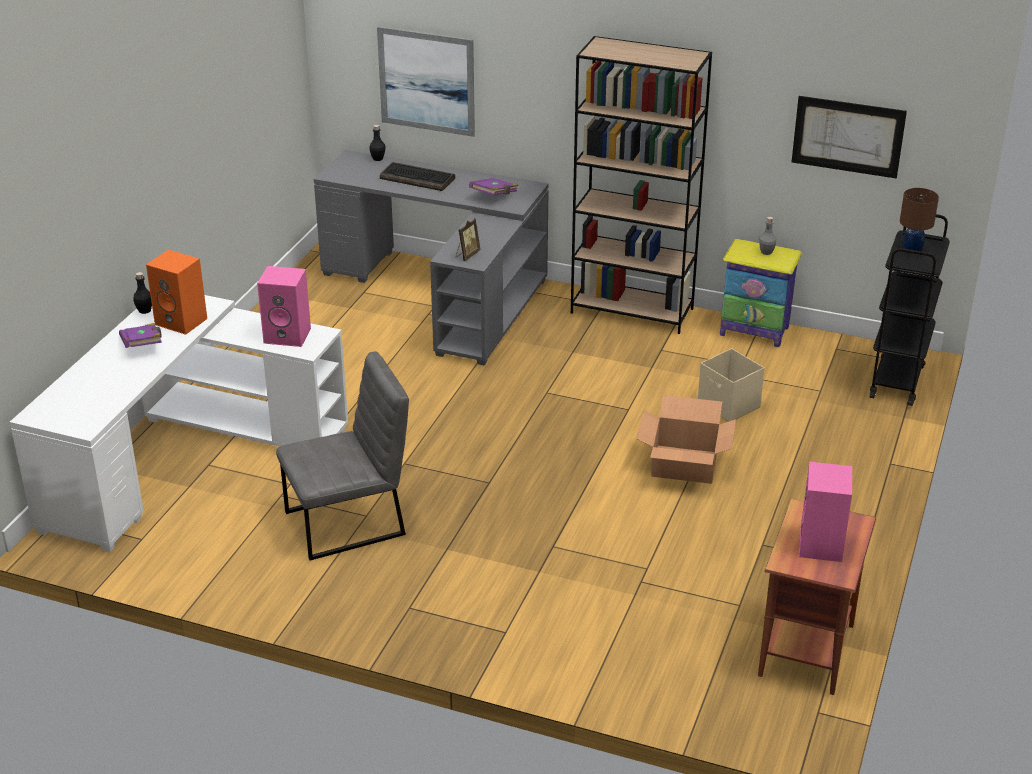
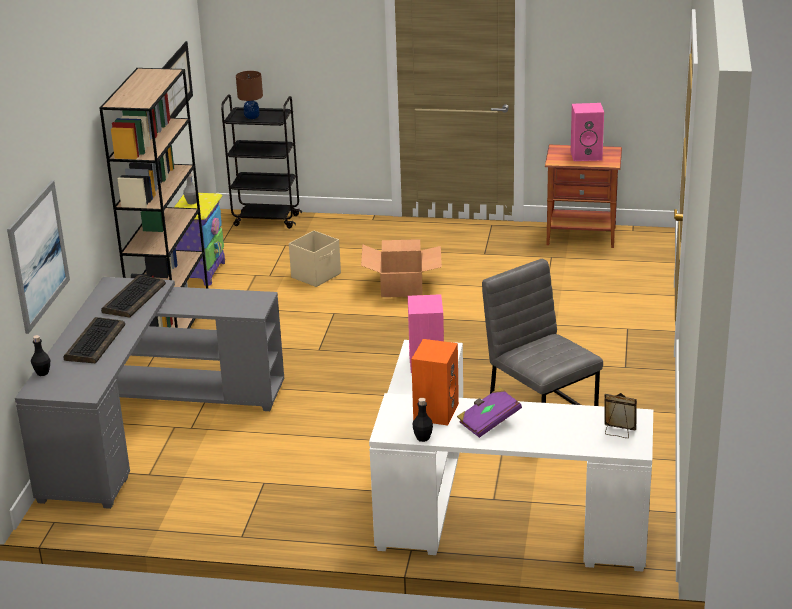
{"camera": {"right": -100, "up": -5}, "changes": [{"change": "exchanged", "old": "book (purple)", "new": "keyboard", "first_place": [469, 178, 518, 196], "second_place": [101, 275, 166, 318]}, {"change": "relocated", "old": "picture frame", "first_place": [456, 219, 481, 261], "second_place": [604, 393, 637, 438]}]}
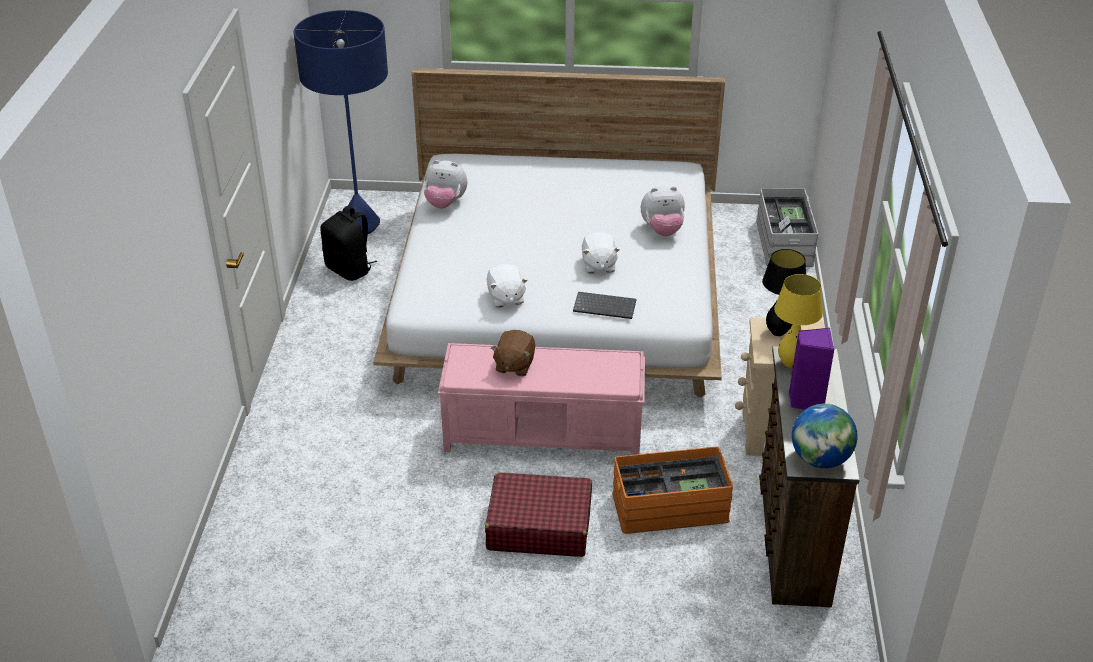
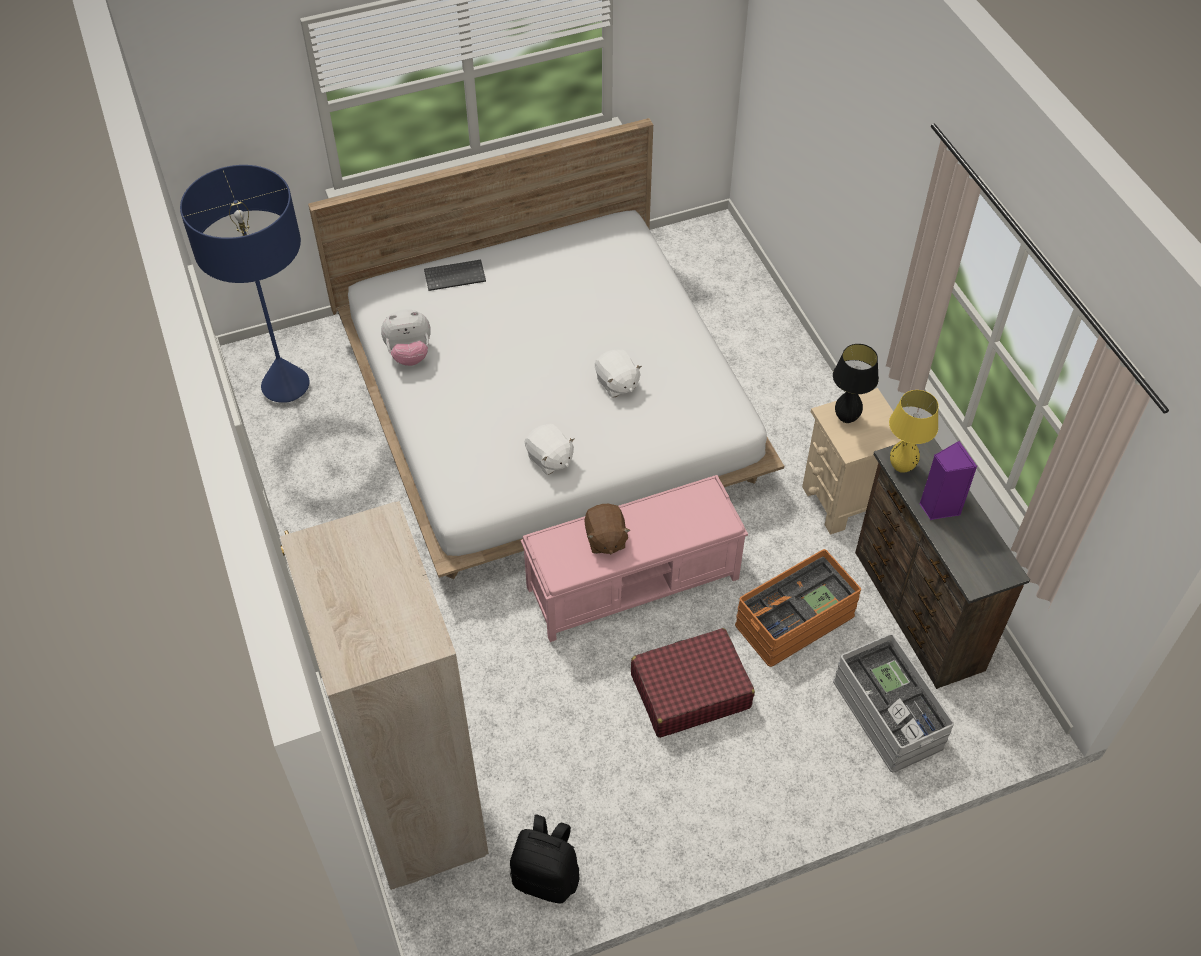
{"camera": {"right": -25, "up": 15}, "changes": [{"change": "missing", "old": "plush toy", "first_place": [641, 187, 685, 236]}, {"change": "relocated", "old": "storage box (grey)", "first_place": [756, 188, 818, 267], "second_place": [833, 634, 954, 773]}, {"change": "relocated", "old": "backpack (black)", "first_place": [320, 206, 377, 281], "second_place": [510, 815, 579, 904]}, {"change": "relocated", "old": "keyboard", "first_place": [573, 292, 636, 319], "second_place": [424, 260, 486, 291]}, {"change": "missing", "old": "globe", "first_place": [792, 404, 858, 468]}, {"change": "appeared", "new": "wardrobe (beige)", "second_place": [280, 501, 489, 890]}]}
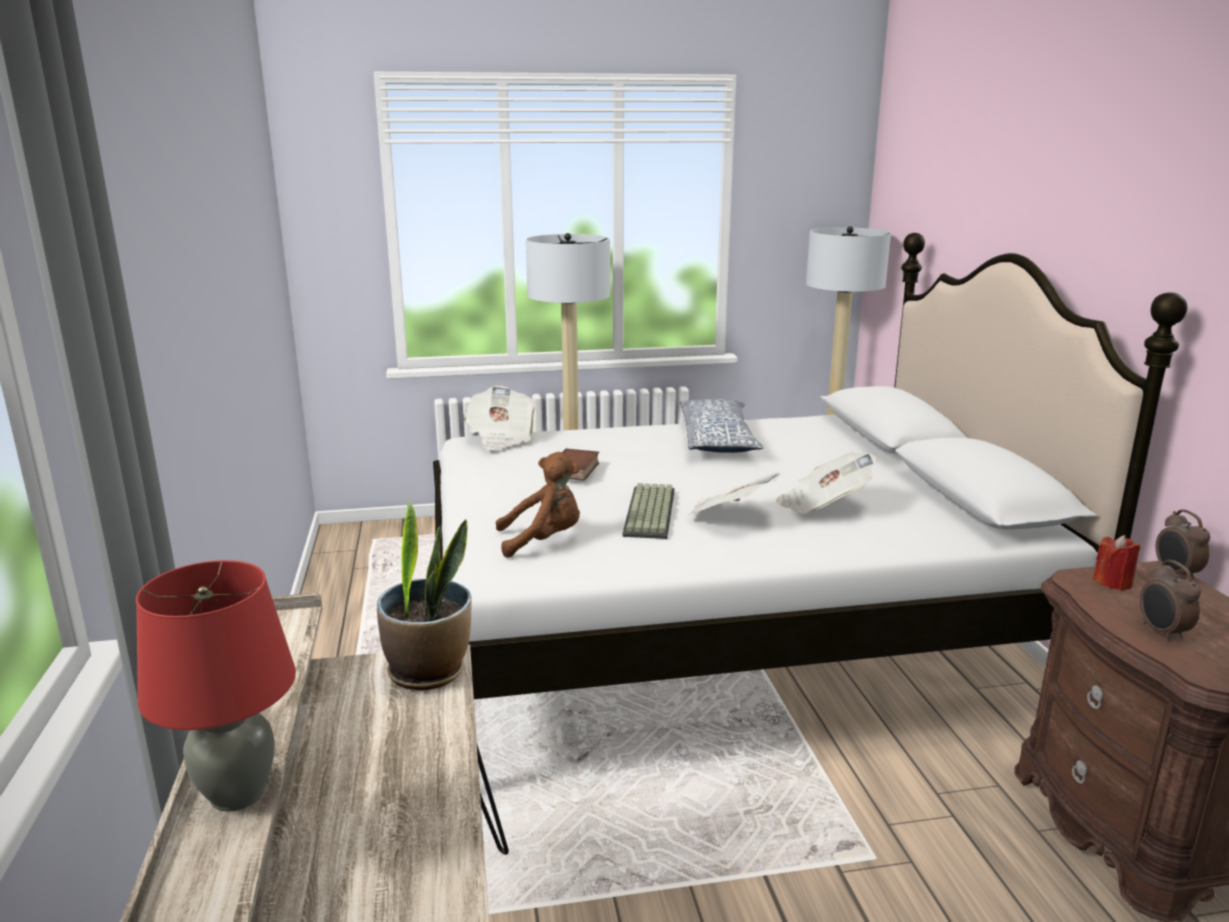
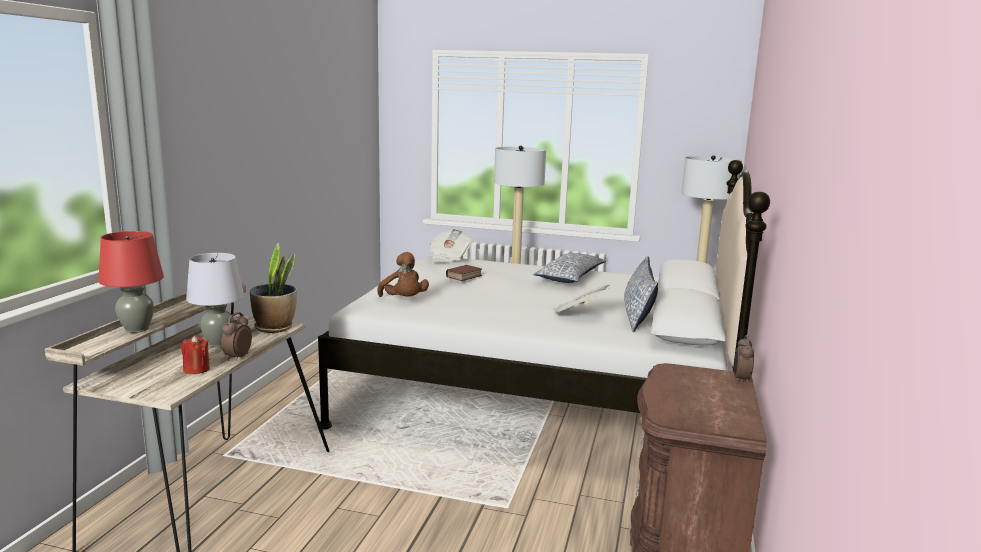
{"camera": {"right": 25, "up": -5}, "changes": [{"change": "spun", "old": "plush toy (brown)", "first_place": [496, 452, 580, 558], "second_place": [378, 252, 429, 297], "degrees": 45}, {"change": "missing", "old": "newspaper", "first_place": [688, 471, 781, 515]}, {"change": "missing", "old": "keyboard", "first_place": [622, 483, 674, 539]}, {"change": "relocated", "old": "candle (red)", "first_place": [1092, 535, 1140, 590], "second_place": [181, 336, 210, 374]}, {"change": "relocated", "old": "alarm clock", "first_place": [1140, 560, 1201, 642], "second_place": [221, 312, 252, 361]}, {"change": "appeared", "new": "table lamp (grey)", "second_place": [186, 253, 244, 347]}, {"change": "appeared", "new": "pillow", "second_place": [624, 256, 658, 332]}]}
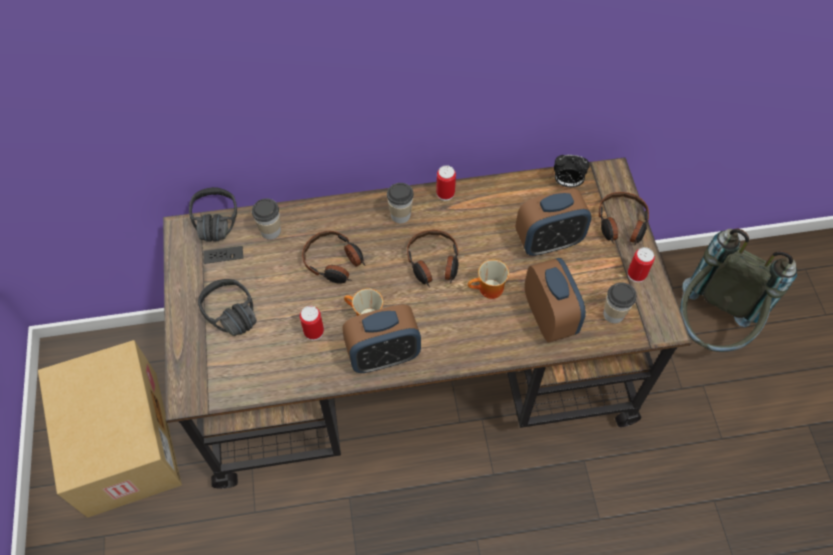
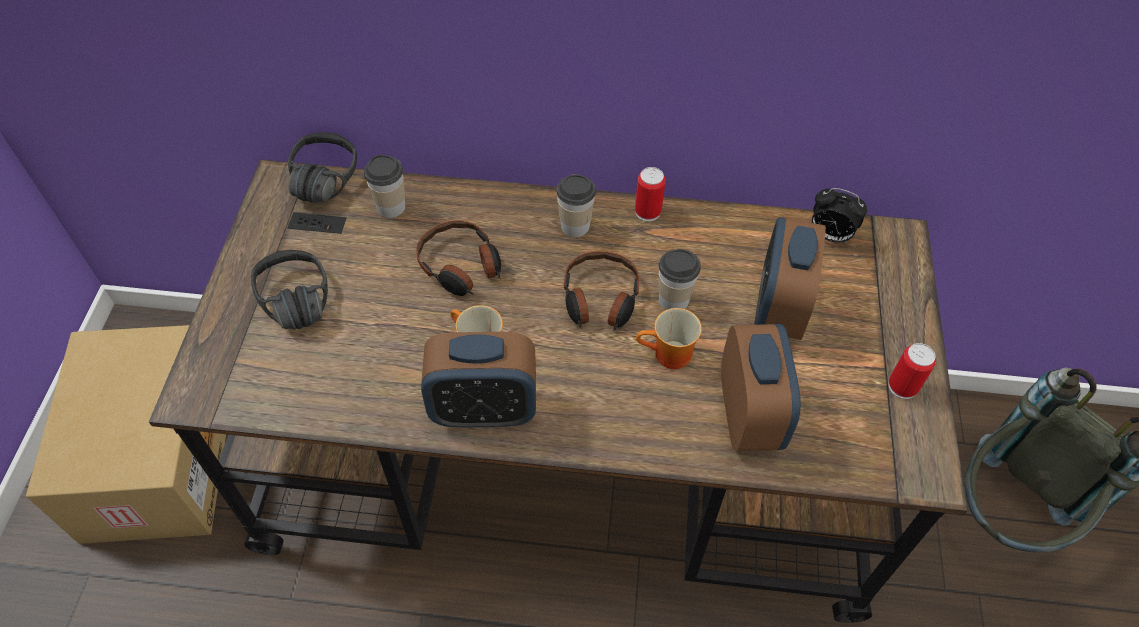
{"camera": {"right": 15, "up": -5}, "changes": [{"change": "spun", "old": "alarm clock", "first_place": [515, 189, 592, 256], "second_place": [754, 217, 826, 340], "degrees": 105}, {"change": "missing", "old": "headphones", "first_place": [599, 192, 649, 246]}, {"change": "relocated", "old": "cup", "first_place": [603, 283, 636, 323], "second_place": [658, 249, 700, 310]}, {"change": "missing", "old": "can", "first_place": [300, 306, 324, 340]}]}
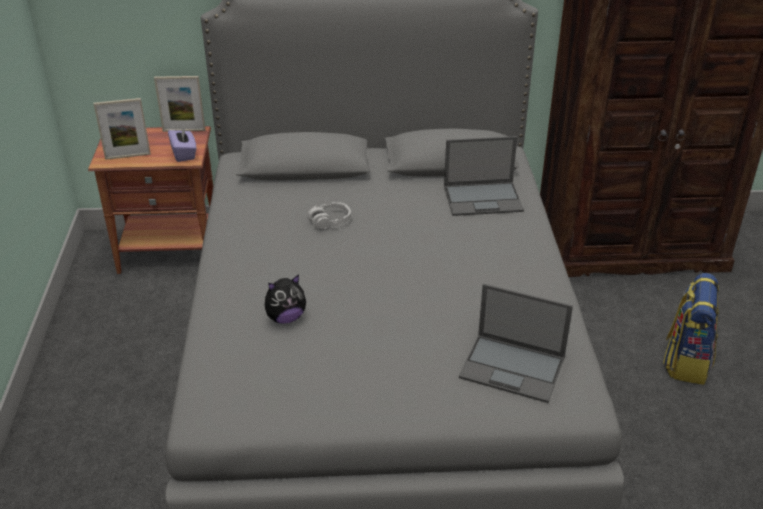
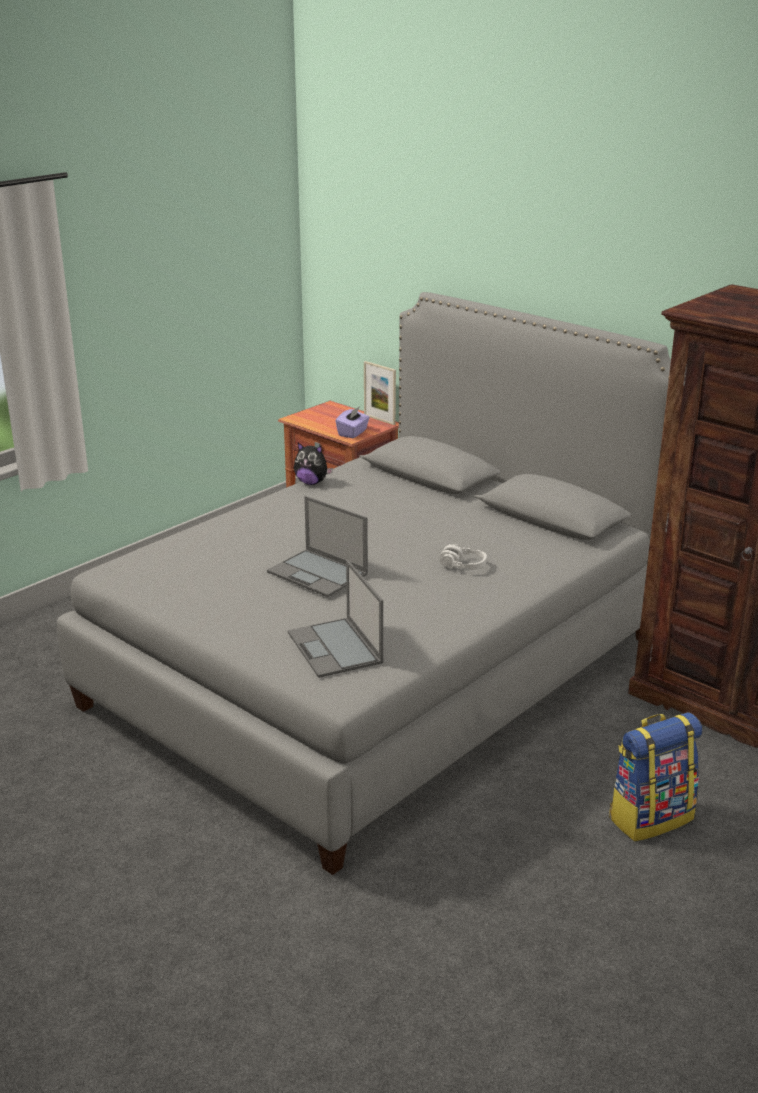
{"camera": {"right": 45, "up": -10}, "changes": [{"change": "missing", "old": "picture frame", "first_place": [94, 98, 151, 160]}, {"change": "relocated", "old": "laptop", "first_place": [444, 136, 524, 216], "second_place": [267, 496, 368, 597]}, {"change": "relocated", "old": "headphones (grey)", "first_place": [307, 202, 351, 229], "second_place": [439, 544, 487, 570]}, {"change": "relocated", "old": "plush toy", "first_place": [265, 275, 306, 324], "second_place": [294, 443, 333, 485]}]}
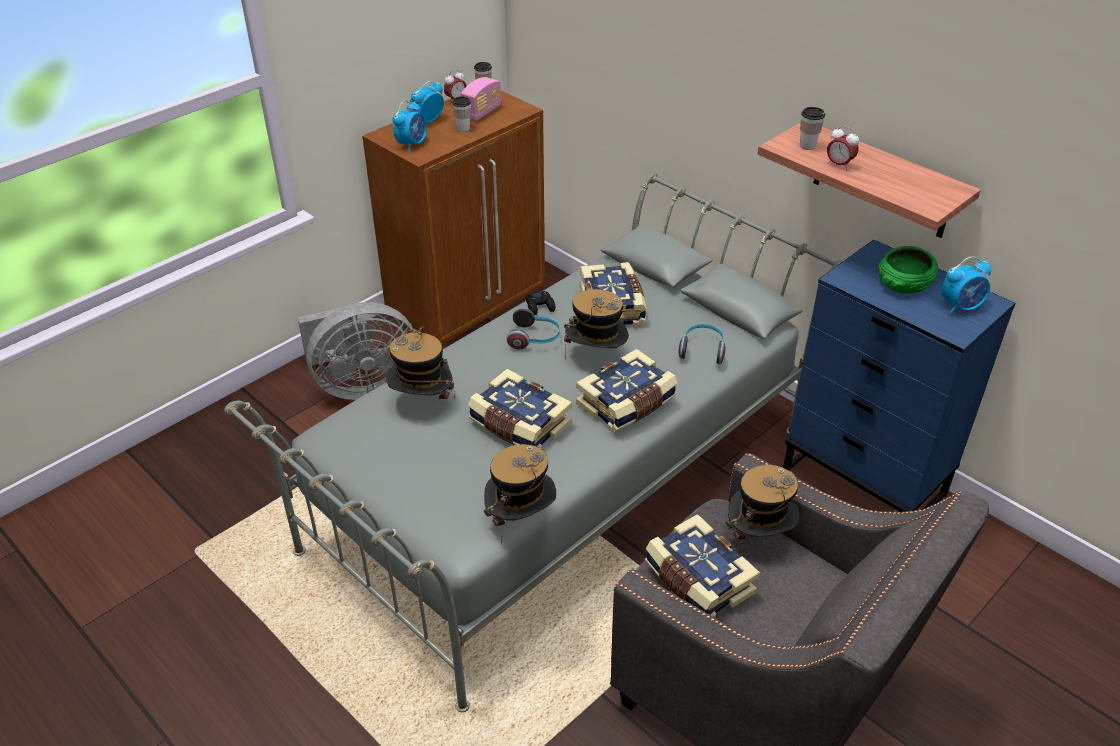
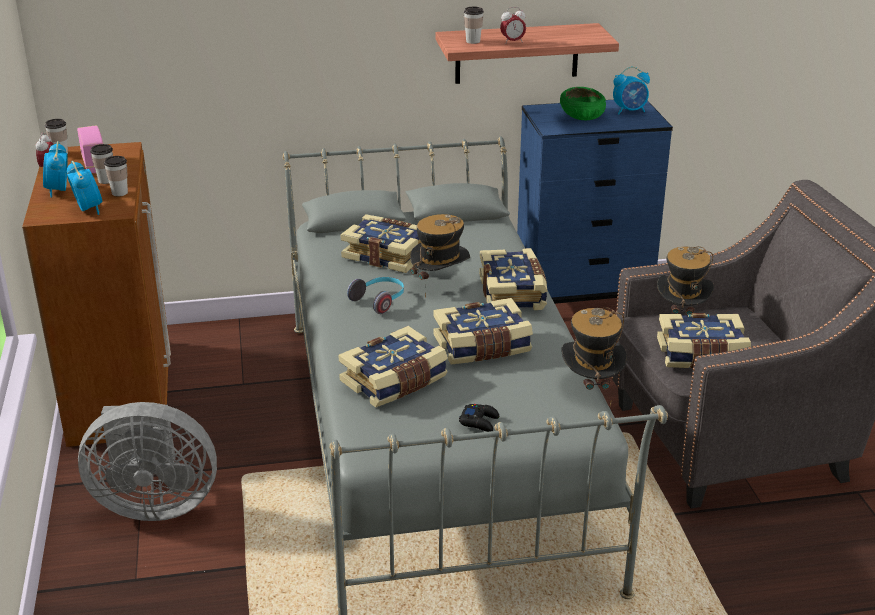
{"camera": {"right": -55, "up": -10}, "changes": [{"change": "spun", "old": "alarm clock", "first_place": [942, 256, 991, 315], "second_place": [613, 67, 650, 114], "degrees": 60}, {"change": "relocated", "old": "game controller (black)", "first_place": [526, 291, 555, 315], "second_place": [459, 404, 499, 432]}, {"change": "spun", "old": "fan (grey)", "first_place": [298, 302, 415, 400], "second_place": [78, 402, 217, 521], "degrees": 75}, {"change": "missing", "old": "headphones", "first_place": [679, 324, 725, 364]}, {"change": "exchanged", "old": "hat", "new": "book", "first_place": [386, 326, 455, 399], "second_place": [338, 326, 448, 408]}, {"change": "appeared", "new": "cup", "second_place": [104, 156, 128, 196]}]}
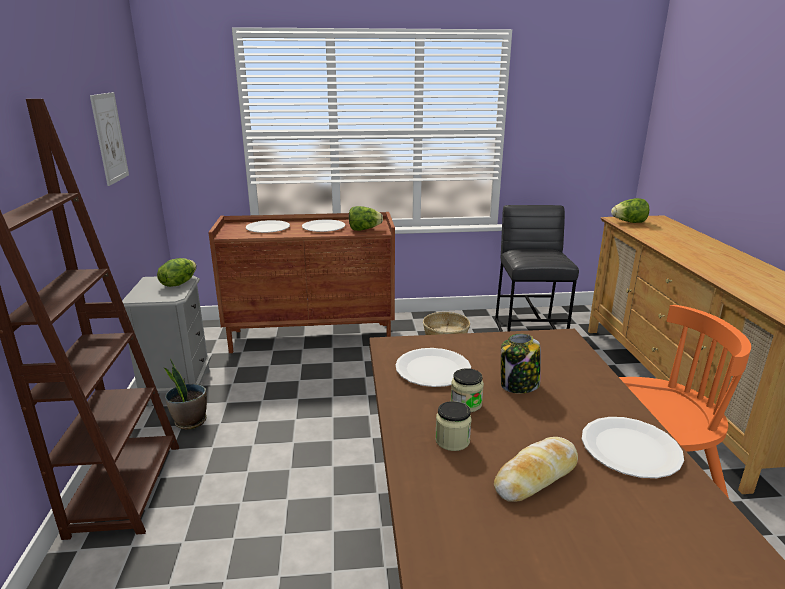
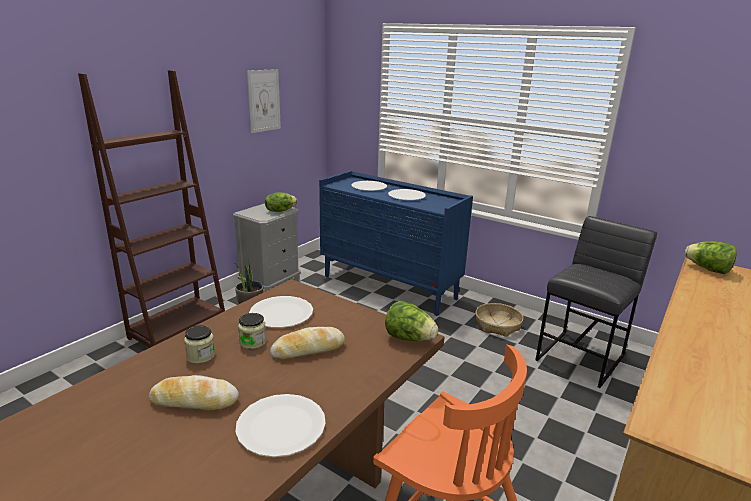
{"camera": {"right": 40, "up": 0}, "changes": [{"change": "relocated", "old": "lettuce", "first_place": [349, 206, 383, 231], "second_place": [385, 301, 438, 341]}, {"change": "colour", "old": "cabinet (brown)", "new": "cabinet (blue)", "first_place": [208, 212, 395, 353], "second_place": [319, 171, 473, 316]}, {"change": "exchanged", "old": "jar", "new": "bread", "first_place": [501, 334, 541, 393], "second_place": [270, 327, 345, 360]}]}
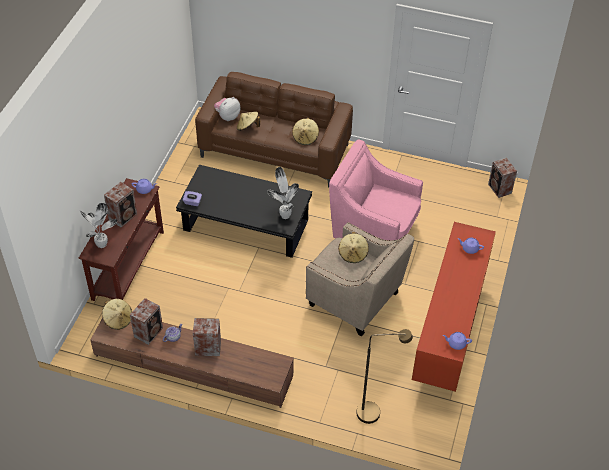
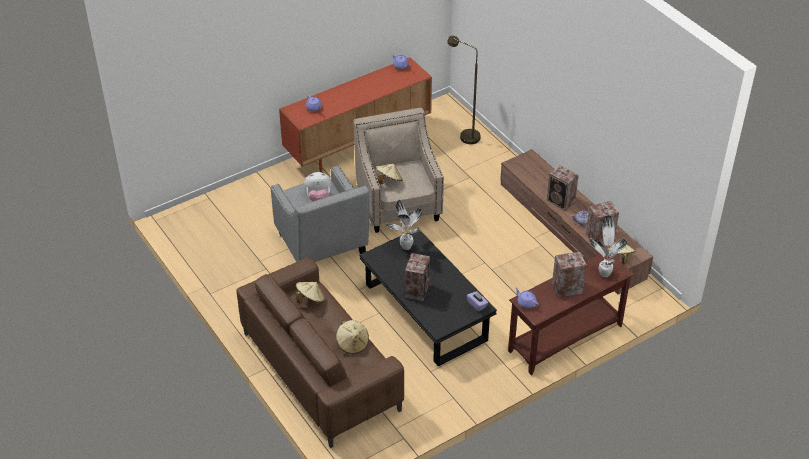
{"camera": {"right": -140, "up": -5}, "changes": [{"change": "relocated", "old": "plush toy", "first_place": [214, 97, 240, 121], "second_place": [304, 172, 332, 202]}, {"change": "colour", "old": "armchair (pink)", "new": "armchair (grey)", "first_place": [329, 139, 423, 240], "second_place": [271, 166, 369, 262]}, {"change": "relocated", "old": "speaker", "first_place": [488, 158, 517, 198], "second_place": [405, 253, 430, 301]}]}
